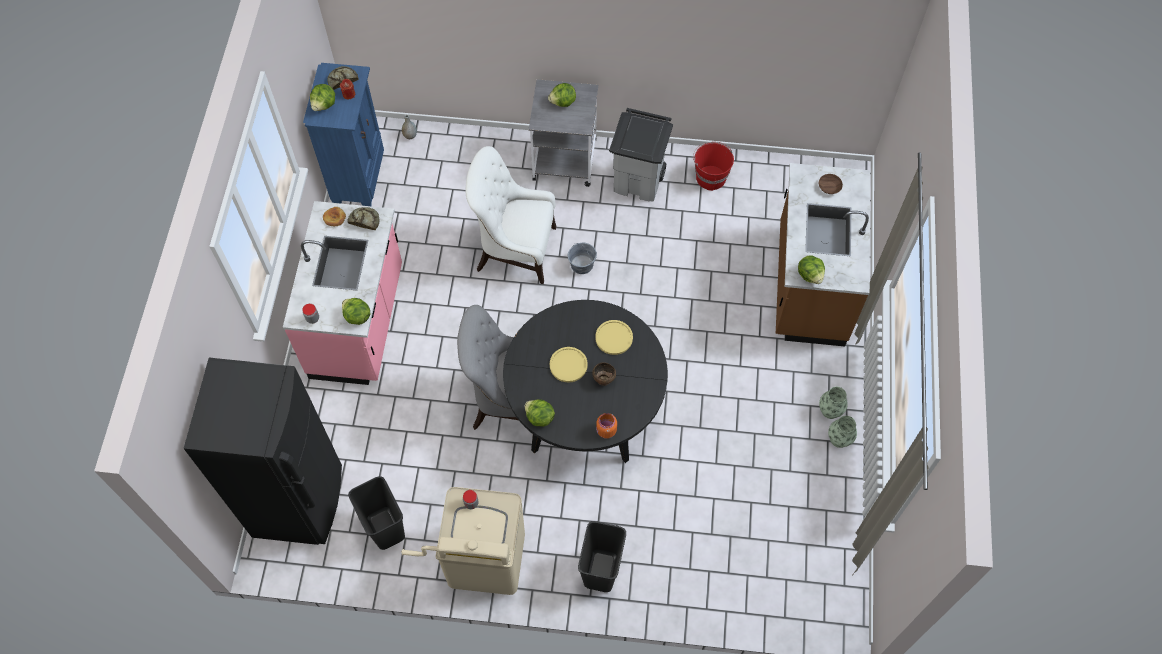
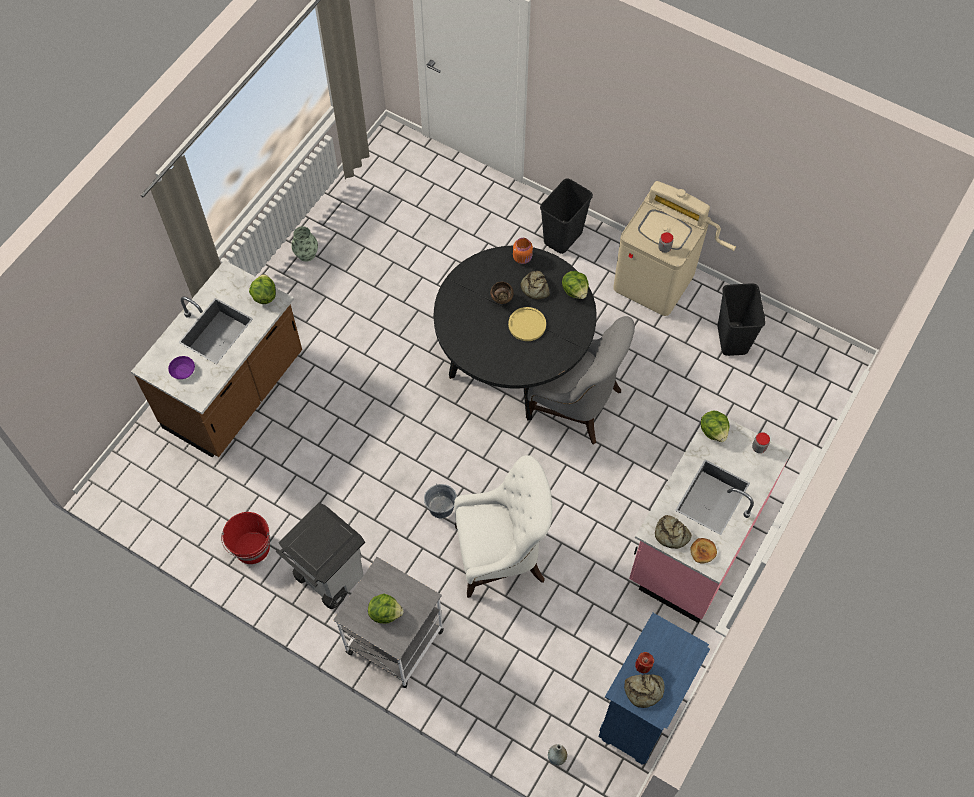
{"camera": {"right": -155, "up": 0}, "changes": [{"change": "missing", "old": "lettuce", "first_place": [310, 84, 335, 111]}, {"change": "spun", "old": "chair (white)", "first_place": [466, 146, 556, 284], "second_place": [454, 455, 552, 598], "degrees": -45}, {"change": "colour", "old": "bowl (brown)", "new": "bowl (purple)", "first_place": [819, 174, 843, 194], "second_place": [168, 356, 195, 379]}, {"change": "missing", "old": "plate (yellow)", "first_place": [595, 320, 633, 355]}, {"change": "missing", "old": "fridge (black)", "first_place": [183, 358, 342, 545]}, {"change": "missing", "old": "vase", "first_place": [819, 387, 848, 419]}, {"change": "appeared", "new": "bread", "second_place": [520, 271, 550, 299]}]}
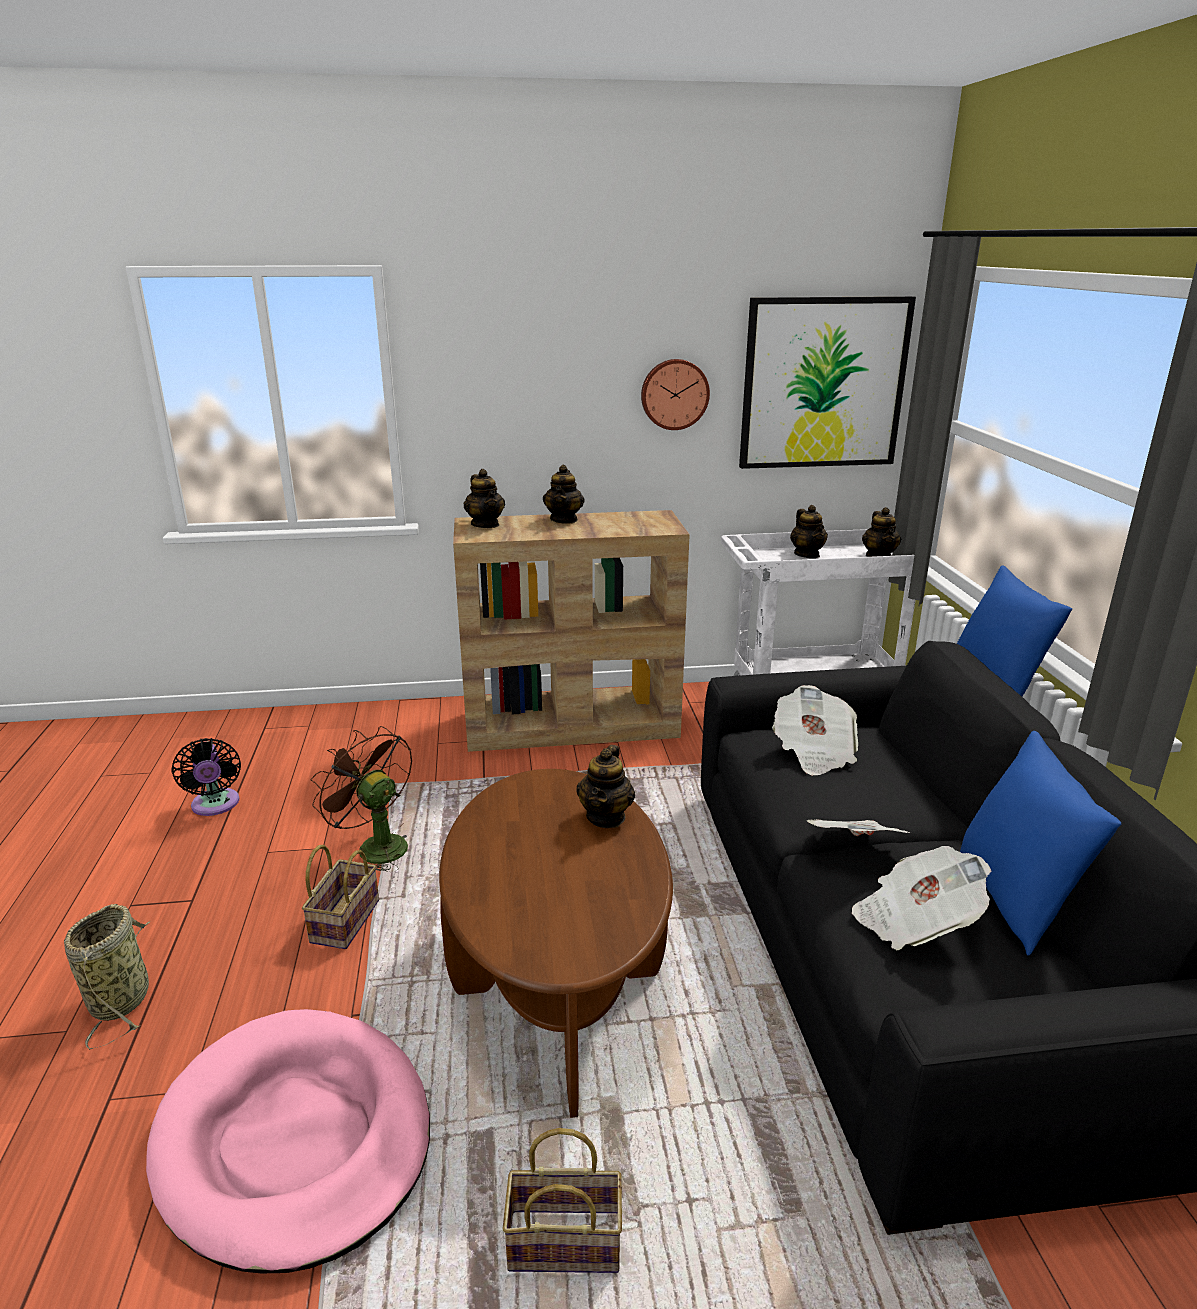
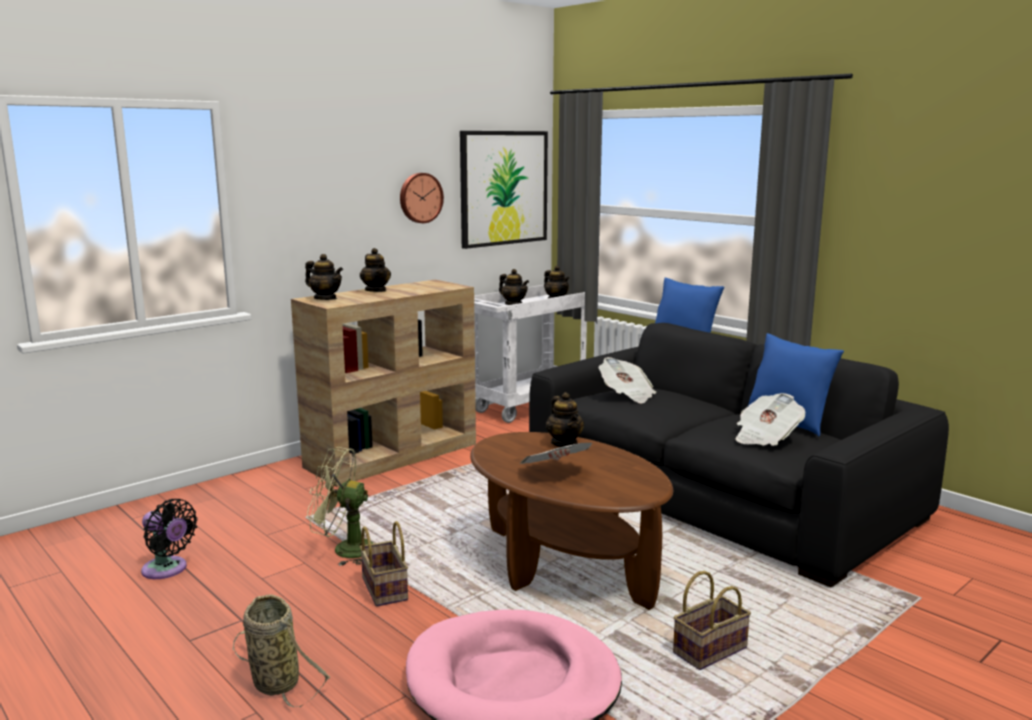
{"camera": {"right": -35, "up": -10}, "changes": [{"change": "colour", "old": "fan (brown)", "new": "fan (green)", "first_place": [311, 726, 412, 872], "second_place": [307, 447, 374, 566]}, {"change": "relocated", "old": "newspaper", "first_place": [807, 819, 910, 836], "second_place": [520, 443, 593, 464]}]}
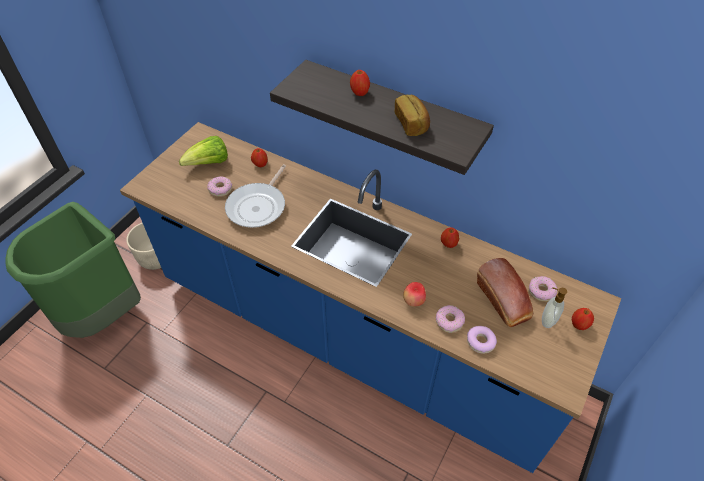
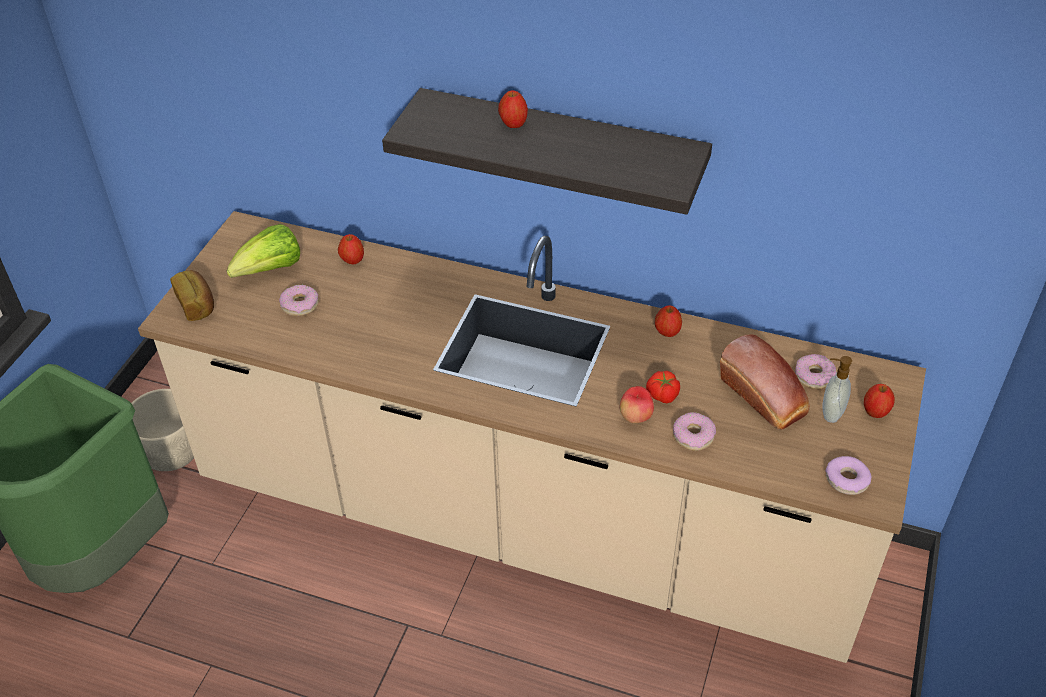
{"camera": {"right": -10, "up": -5}, "changes": [{"change": "relocated", "old": "bread", "first_place": [394, 95, 430, 136], "second_place": [170, 270, 214, 321]}, {"change": "colour", "old": "counter (blue)", "new": "counter (beige)", "first_place": [120, 122, 622, 473], "second_place": [138, 211, 926, 663]}, {"change": "missing", "old": "frying pan", "first_place": [225, 165, 286, 228]}, {"change": "relocated", "old": "donut", "first_place": [467, 326, 497, 354], "second_place": [826, 456, 871, 495]}, {"change": "appeared", "new": "tomato", "second_place": [646, 371, 680, 403]}]}
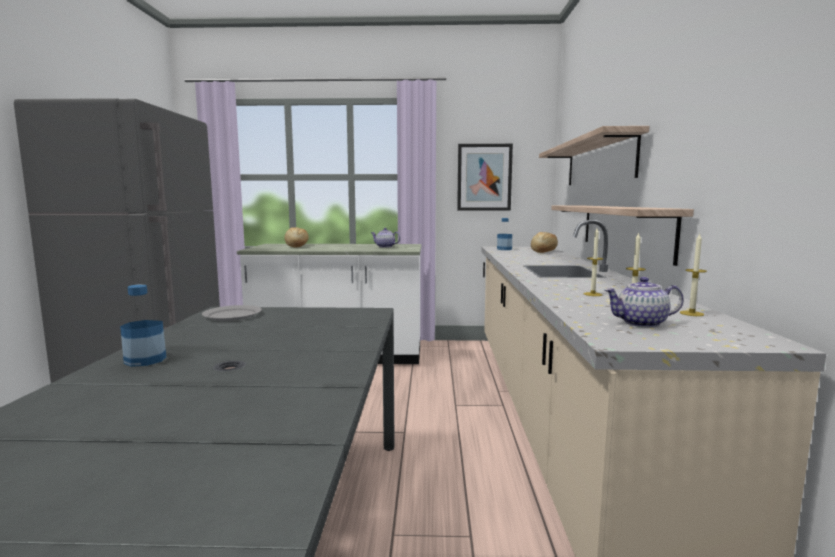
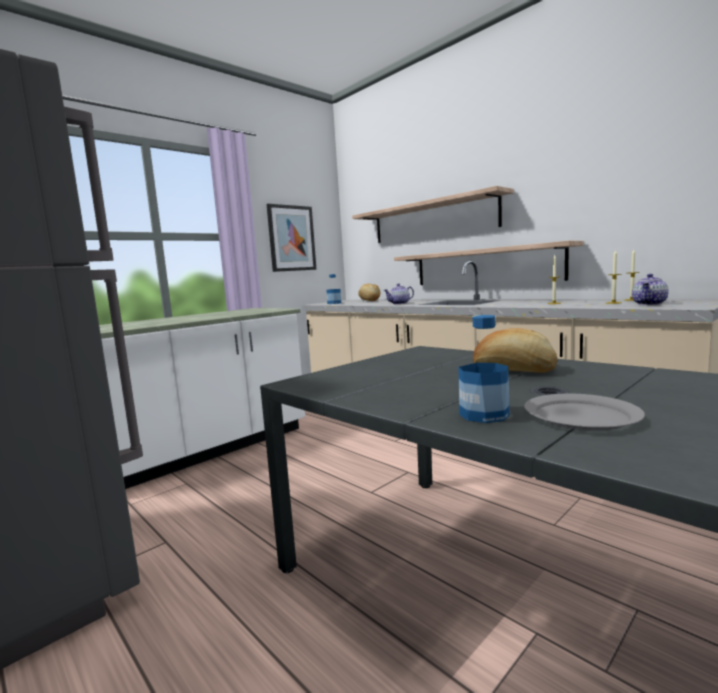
{"camera": {"right": -45, "up": 0}, "changes": [{"change": "relocated", "old": "bread", "first_place": [284, 227, 309, 248], "second_place": [473, 328, 557, 373]}, {"change": "relocated", "old": "teapot", "first_place": [371, 228, 400, 248], "second_place": [383, 284, 414, 304]}, {"change": "relocated", "old": "plate (grey)", "first_place": [202, 305, 262, 321], "second_place": [524, 393, 645, 431]}]}
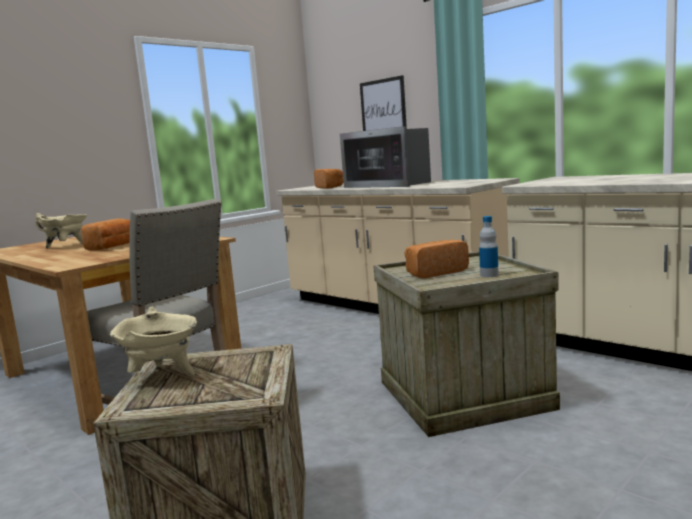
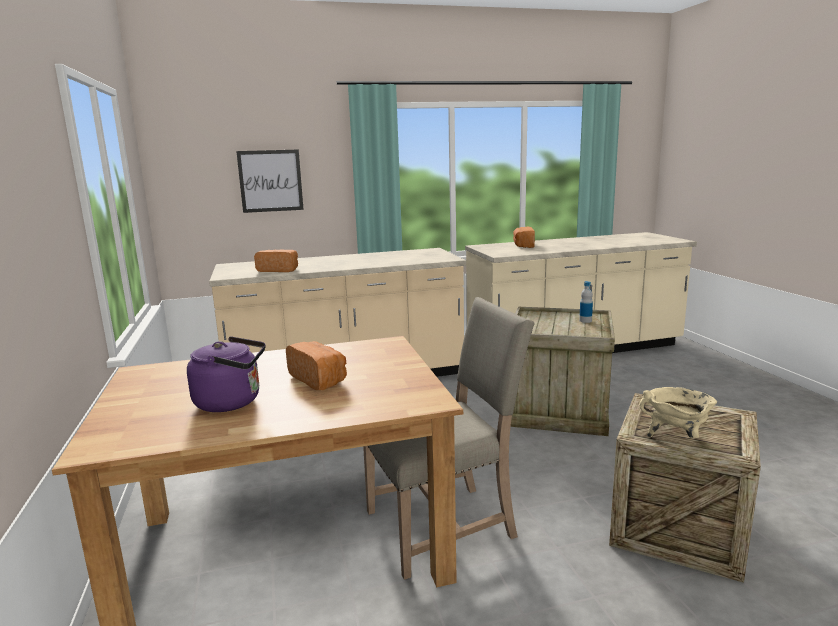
{"camera": {"right": -60, "up": 5}, "changes": [{"change": "missing", "old": "microwave", "first_place": [340, 126, 431, 188]}, {"change": "exchanged", "old": "cooking pot (beige)", "new": "kettle (purple)", "first_place": [36, 213, 87, 249], "second_place": [187, 336, 266, 412]}, {"change": "relocated", "old": "bread", "first_place": [404, 240, 469, 278], "second_place": [513, 227, 535, 248]}]}
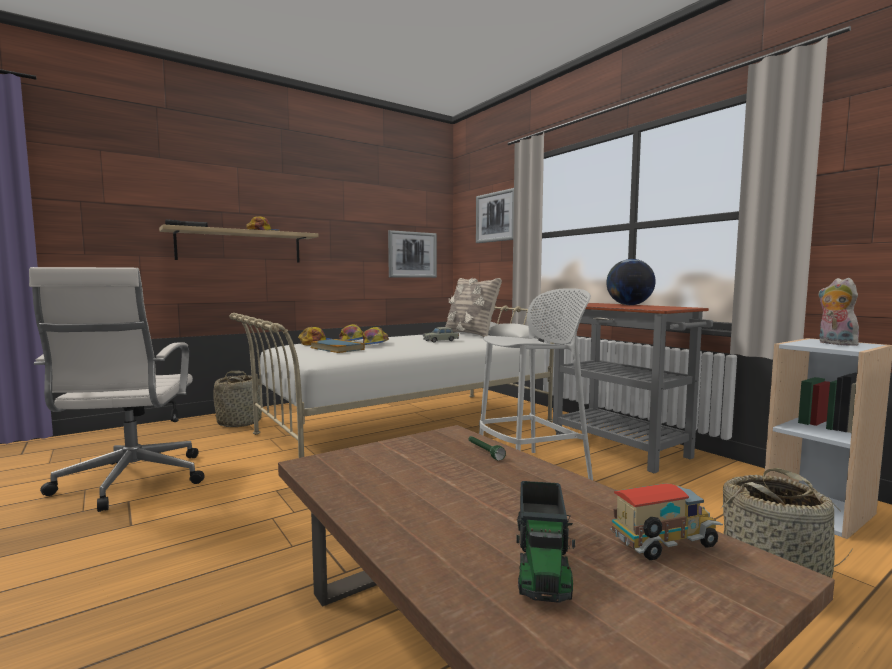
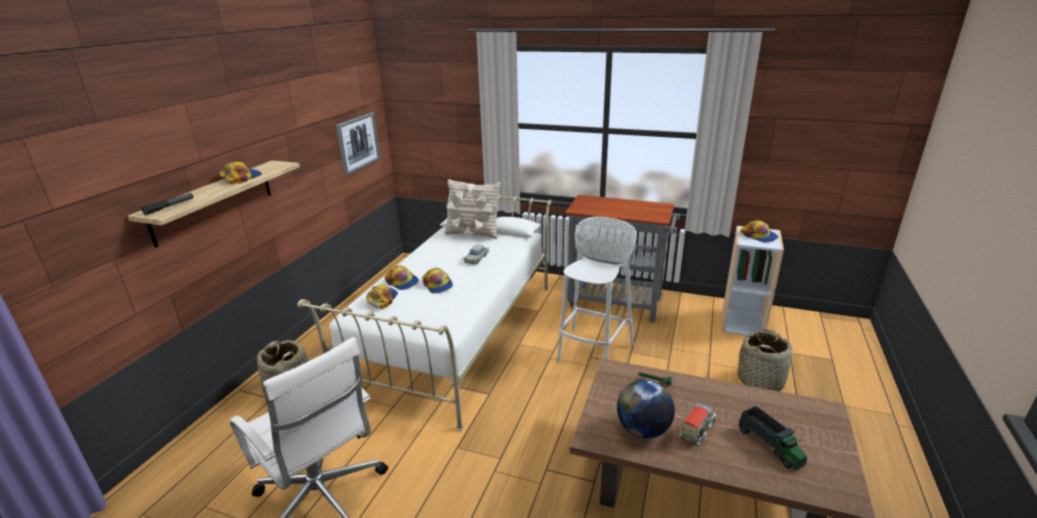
{"camera": {"right": -35, "up": 20}, "changes": [{"change": "missing", "old": "picture", "first_place": [476, 188, 514, 243]}, {"change": "relocated", "old": "globe", "first_place": [606, 259, 655, 305], "second_place": [617, 380, 675, 438]}, {"change": "exchanged", "old": "plush toy", "new": "cap", "first_place": [818, 278, 863, 346], "second_place": [741, 220, 778, 242]}, {"change": "missing", "old": "book", "first_place": [310, 339, 365, 353]}, {"change": "relocated", "old": "toy truck", "first_place": [610, 483, 723, 560], "second_place": [679, 403, 716, 445]}]}
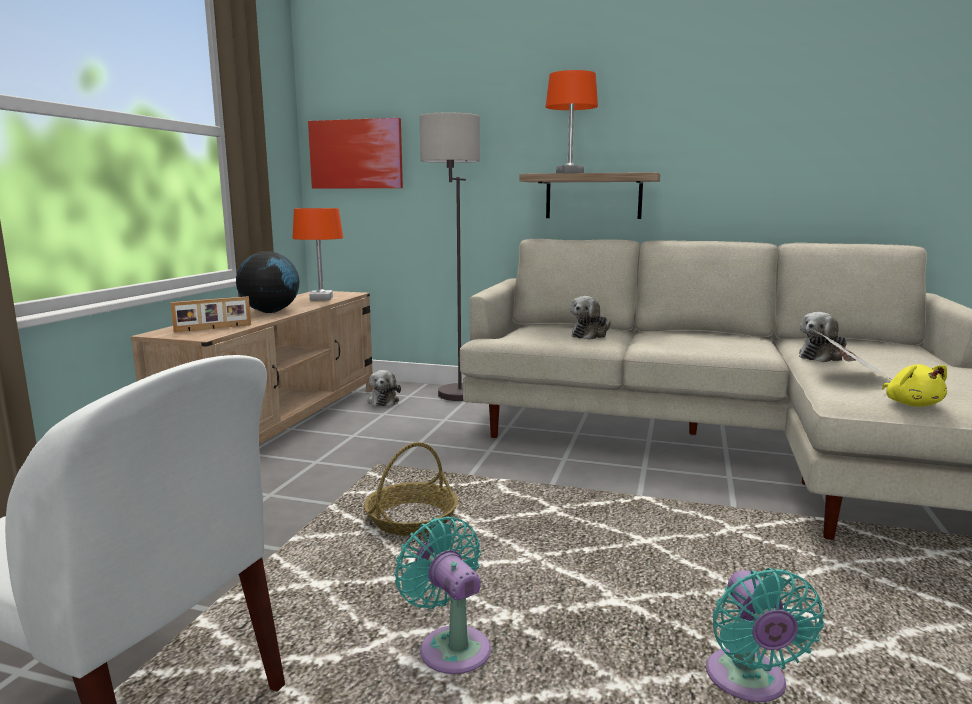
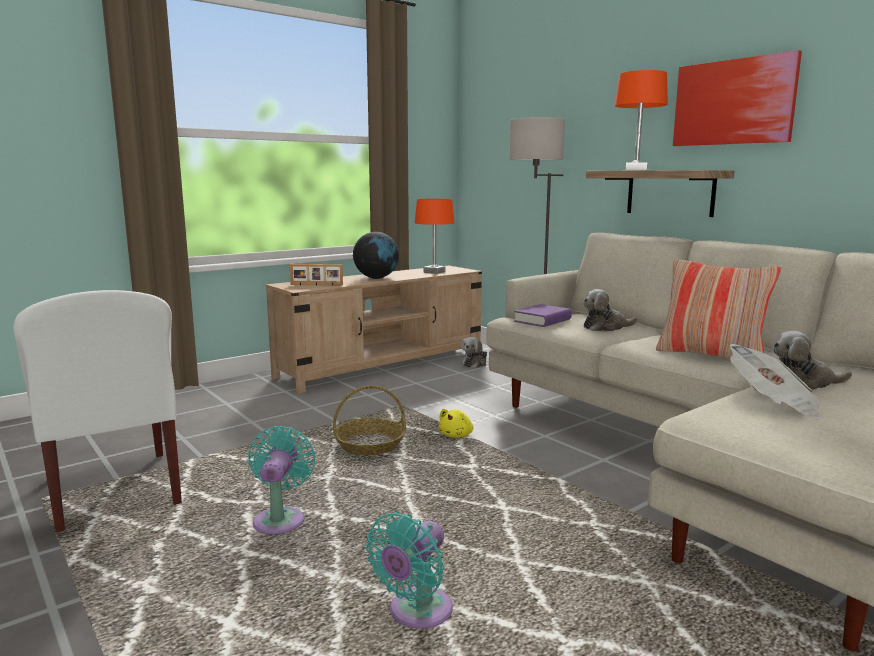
{"camera": {"right": 35, "up": 0}, "changes": [{"change": "relocated", "old": "picture", "first_place": [308, 118, 403, 189], "second_place": [673, 50, 802, 146]}, {"change": "relocated", "old": "plush toy (yellow)", "first_place": [882, 364, 947, 407], "second_place": [439, 409, 473, 438]}, {"change": "appeared", "new": "pillow", "second_place": [656, 259, 781, 358]}, {"change": "appeared", "new": "book (purple)", "second_place": [514, 304, 572, 327]}]}
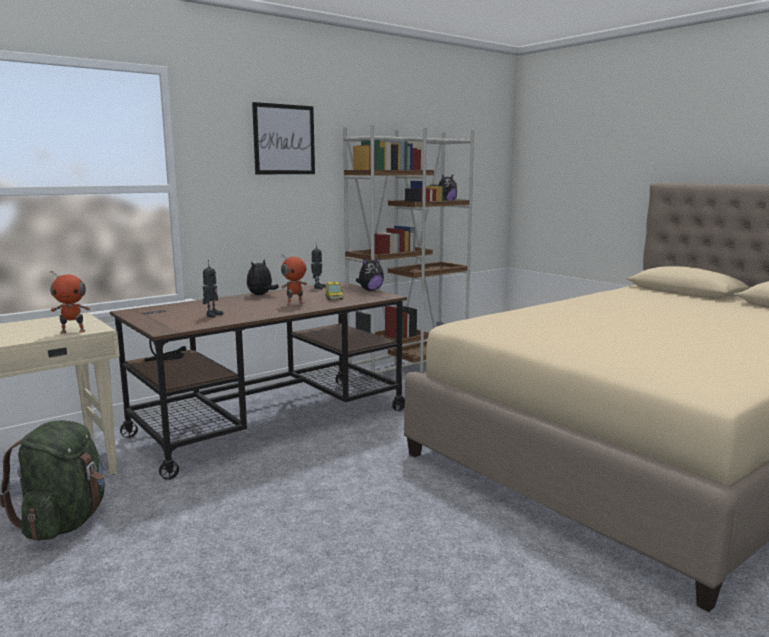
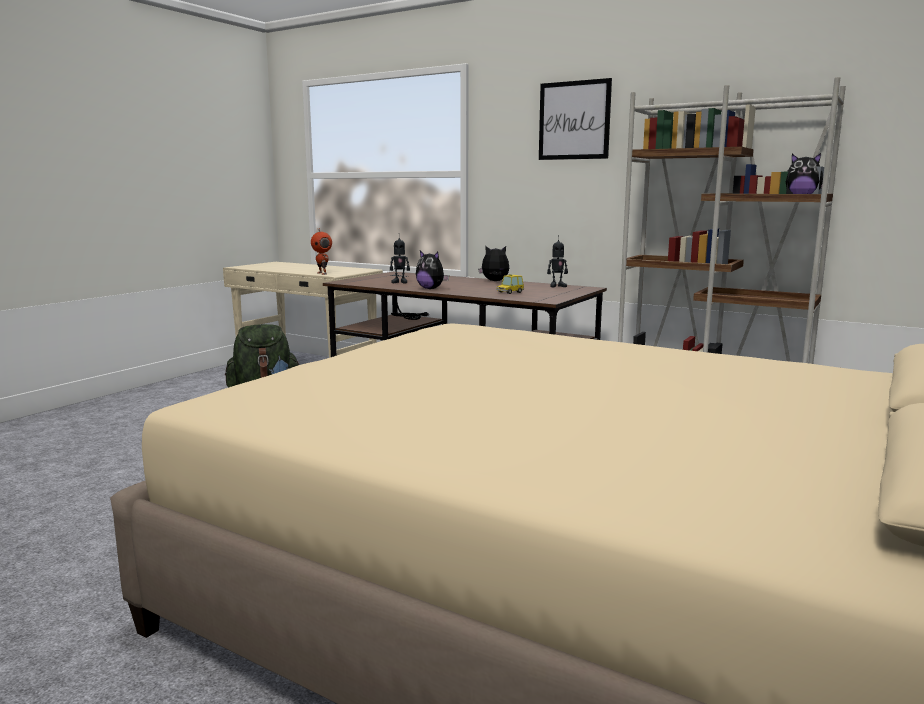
{"camera": {"right": 70, "up": 0}, "changes": [{"change": "missing", "old": "toy robot", "first_place": [281, 254, 307, 306]}, {"change": "relocated", "old": "plush toy", "first_place": [356, 257, 384, 291], "second_place": [416, 251, 449, 289]}]}
